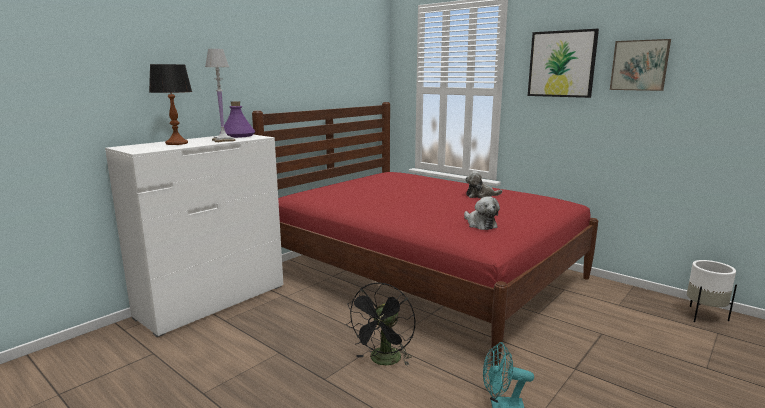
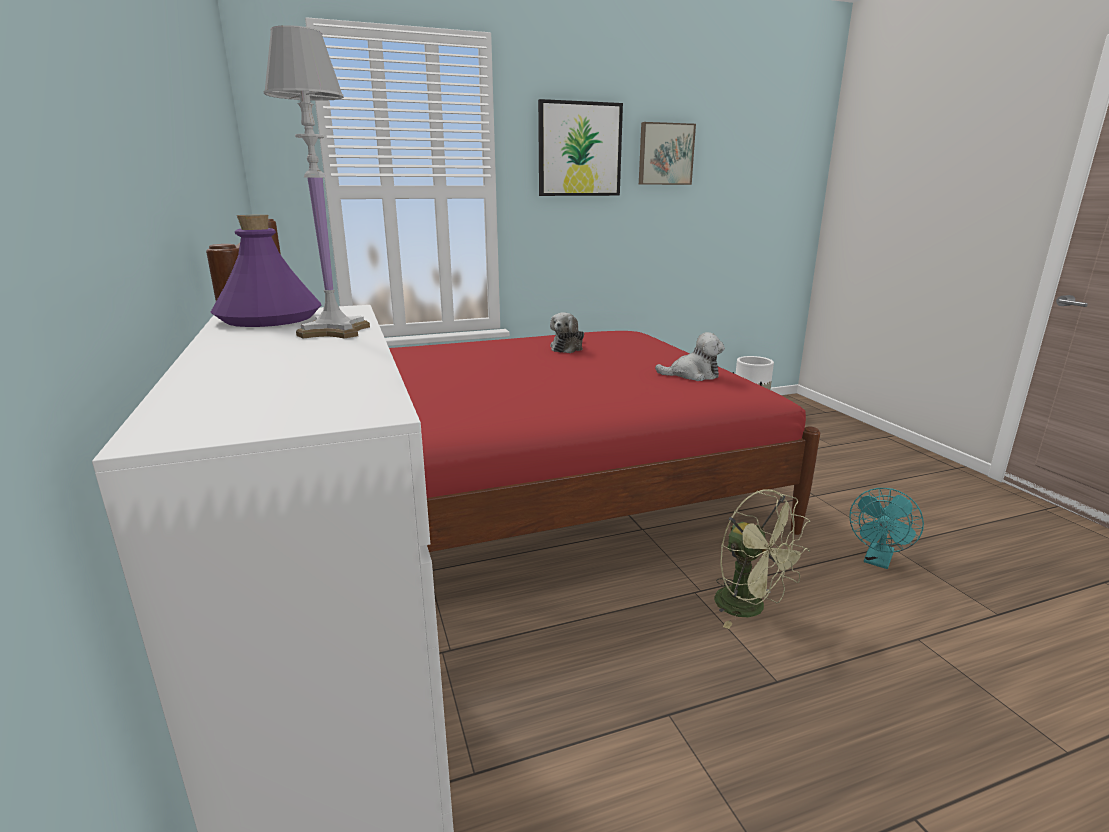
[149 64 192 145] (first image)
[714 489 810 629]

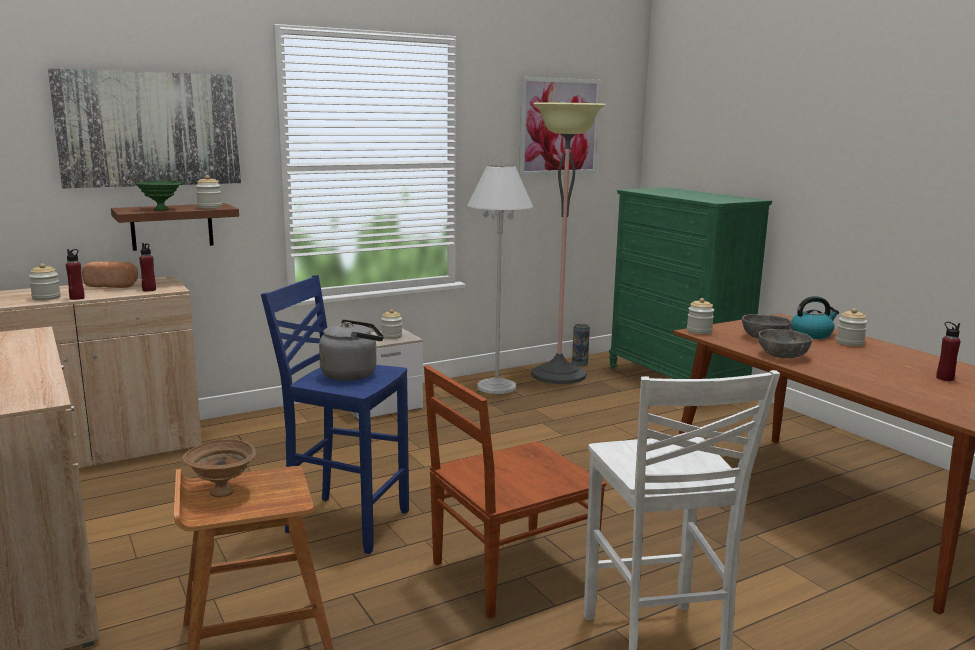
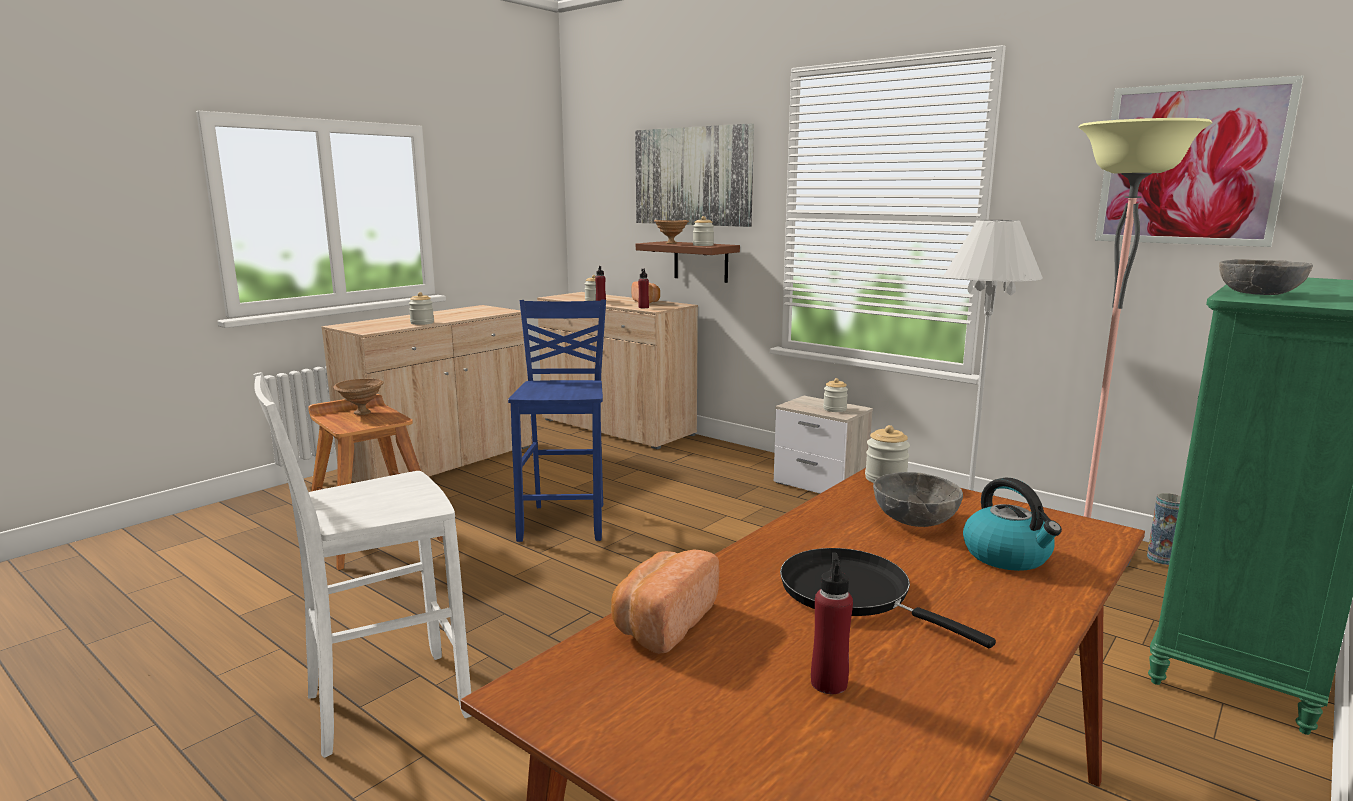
[319 320 384 381] (first image)
[424 365 606 619] (first image)
[611 549 719 654]
[780 548 996 648]
[1219 259 1313 295]
[409 292 434 325]
[654 220 689 244]

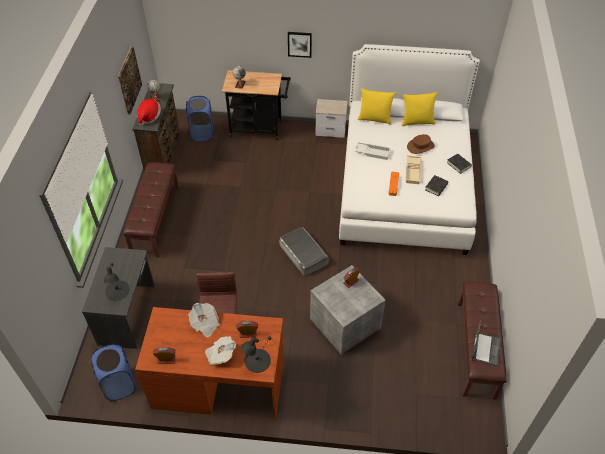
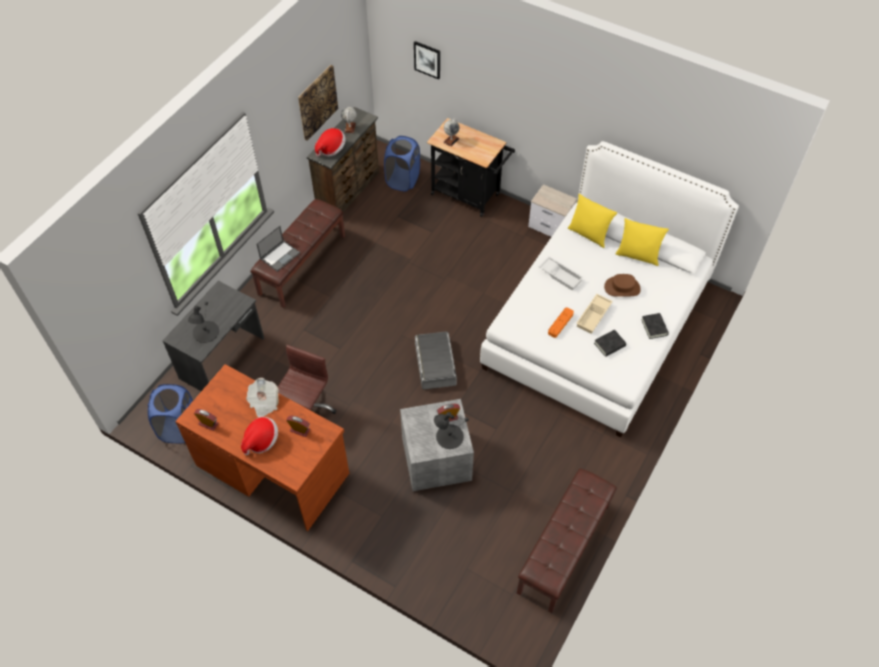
[434 412 469 449]
[414 41 440 80]
[257 226 300 272]
[241 417 278 455]

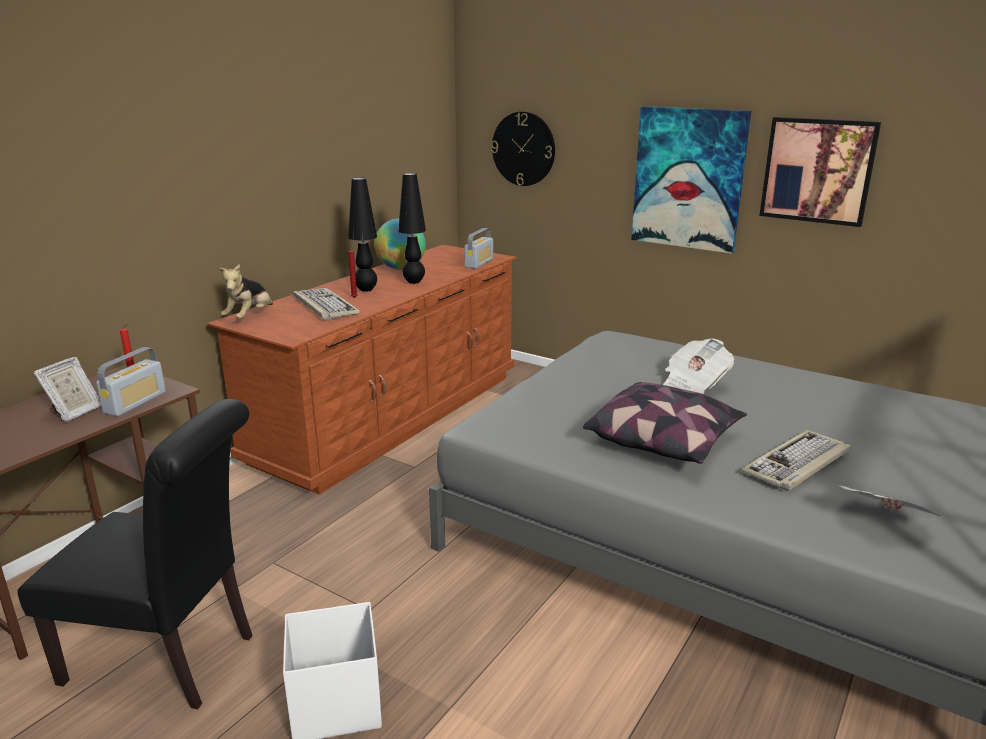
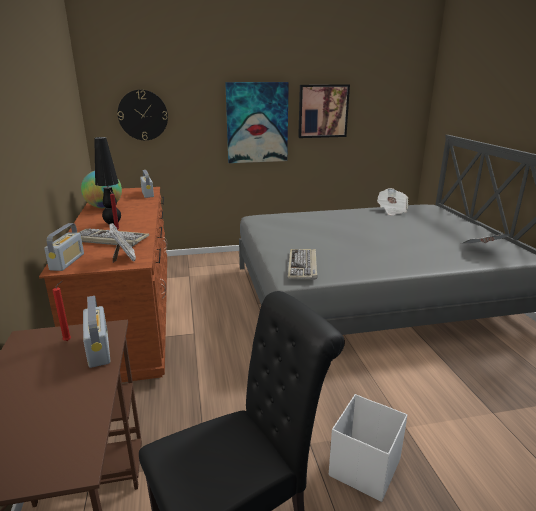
[398 173 426 284] (first image)
[583 382 747 464] (first image)
[109 223 136 263]
[377 188 408 215]
[288 249 317 280]
[44 223 84 271]

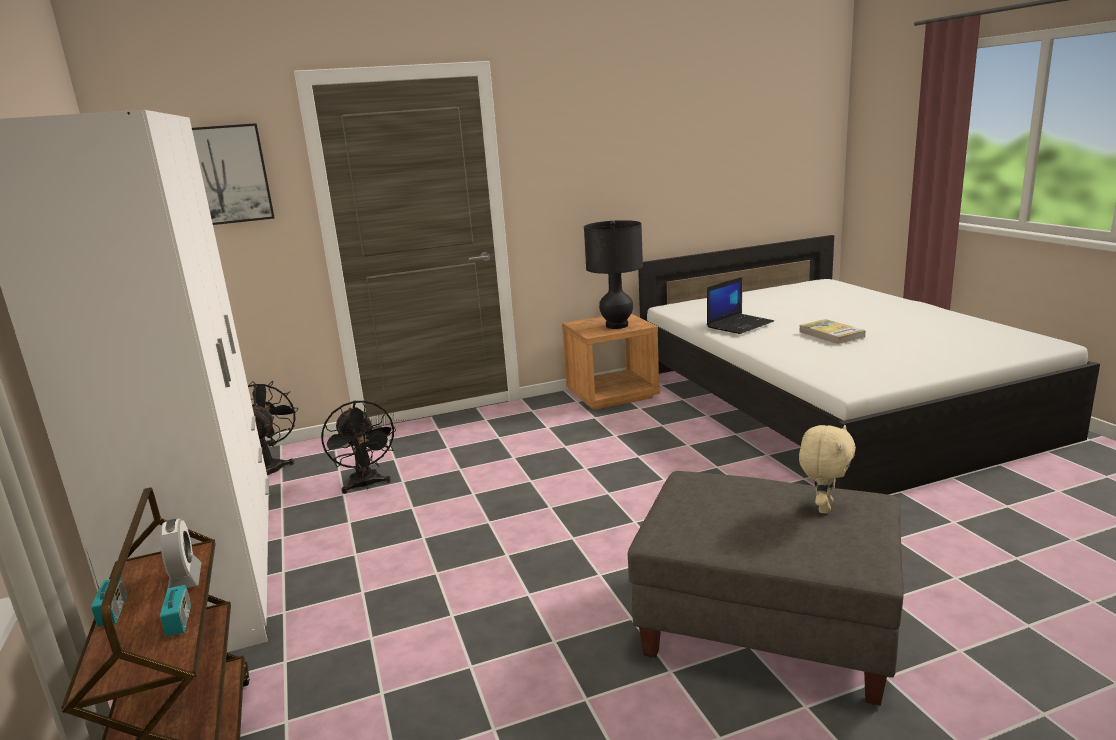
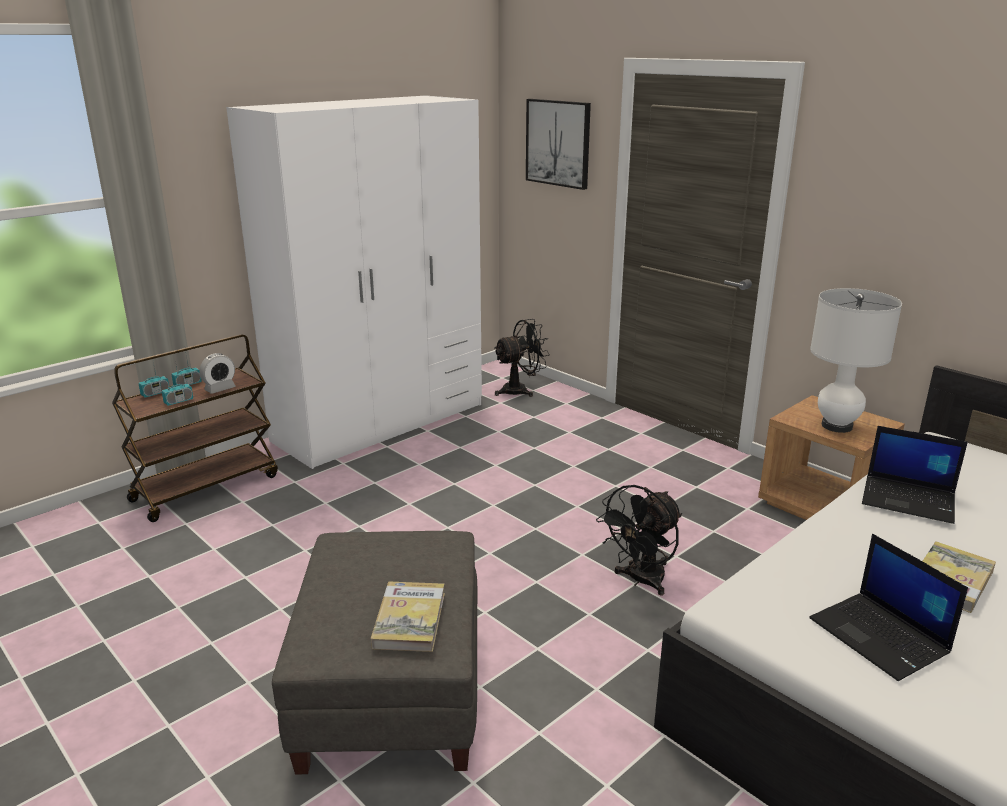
[139 362 169 398]
[809 534 968 681]
[596 485 682 596]
[371 582 445 652]
[810 288 902 433]

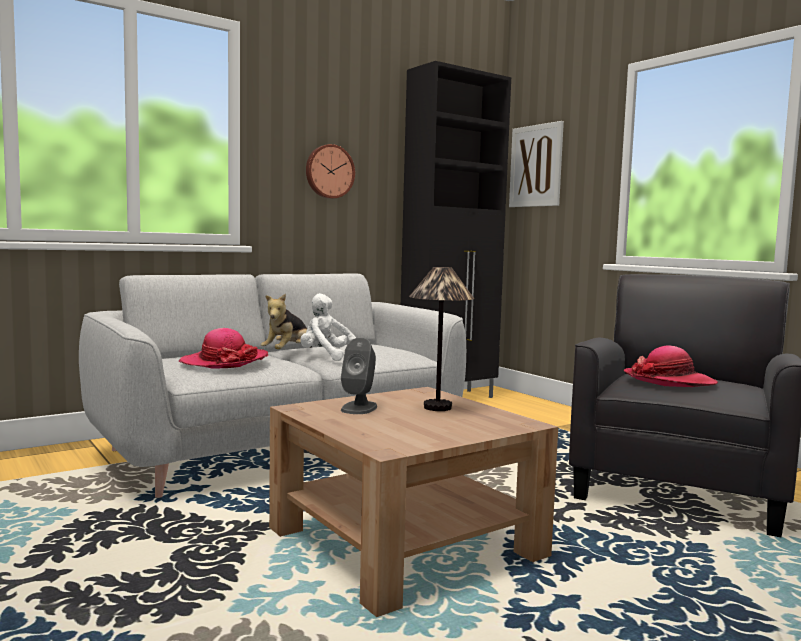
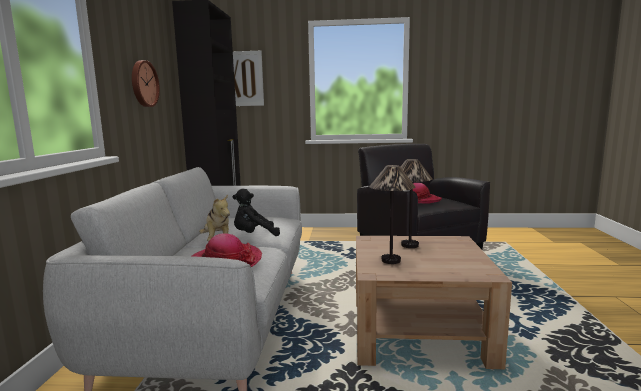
[369 165 415 264]
[232 189 280 236]

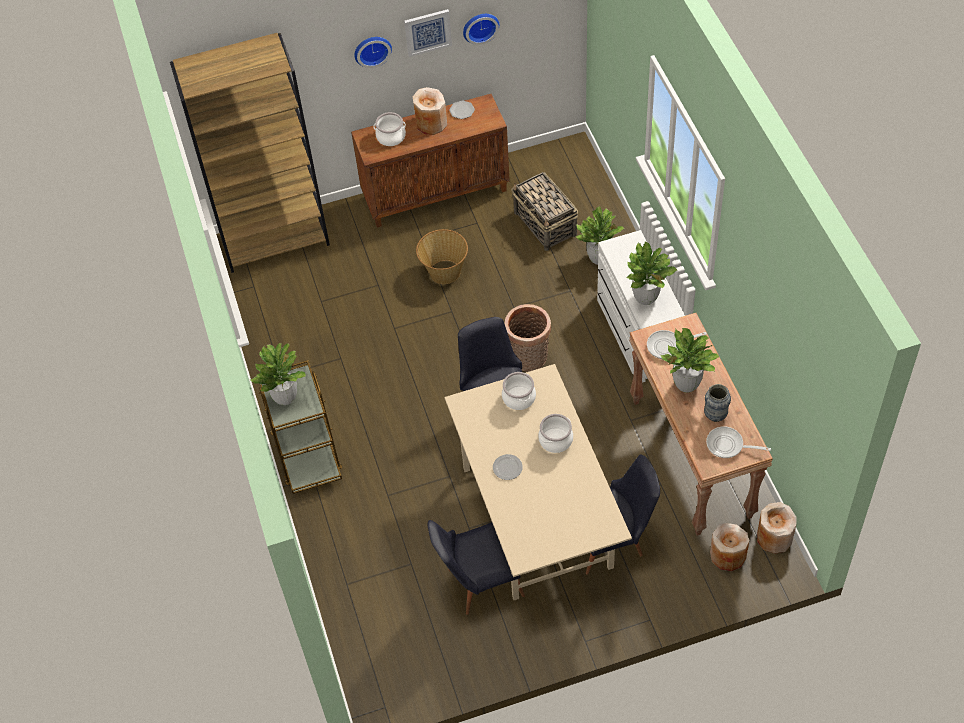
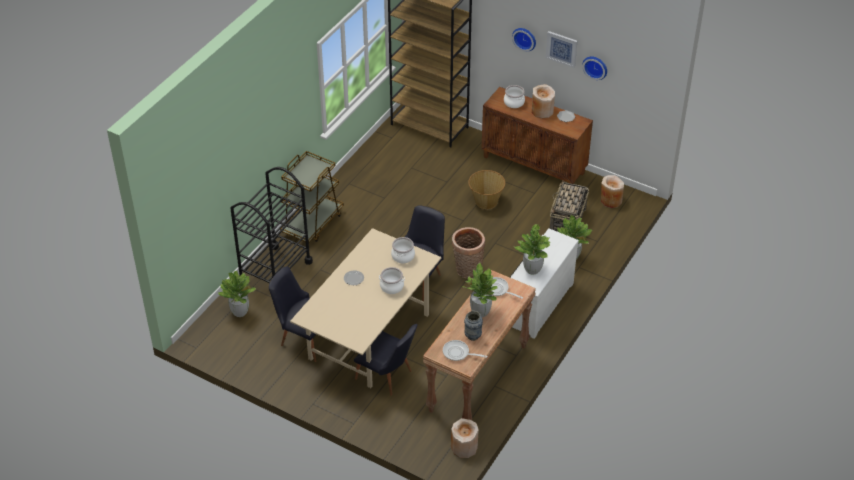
[230 167 313 283]
[218 270 257 317]
[601 175 624 208]
[443 340 488 361]

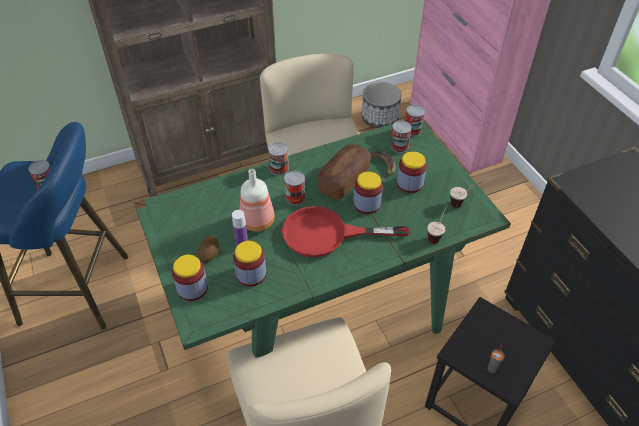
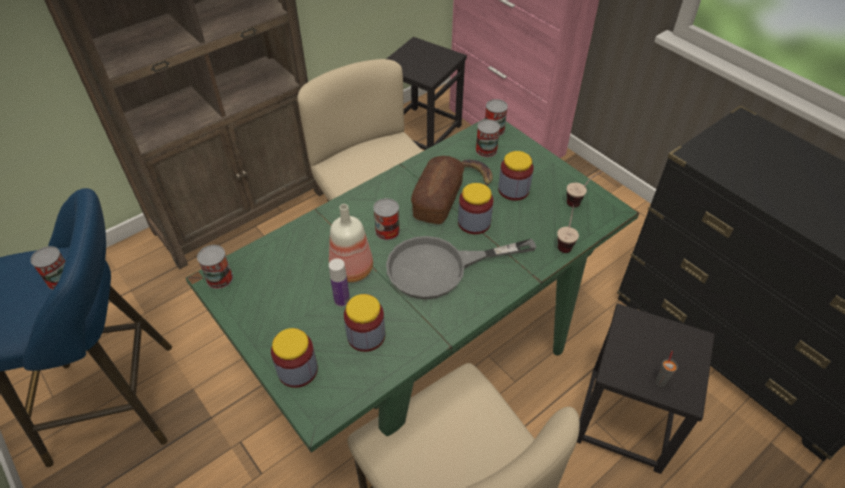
[198 236 219 263] (first image)
[197 245 233 289]
[387 37 467 150]
[386 236 536 299]

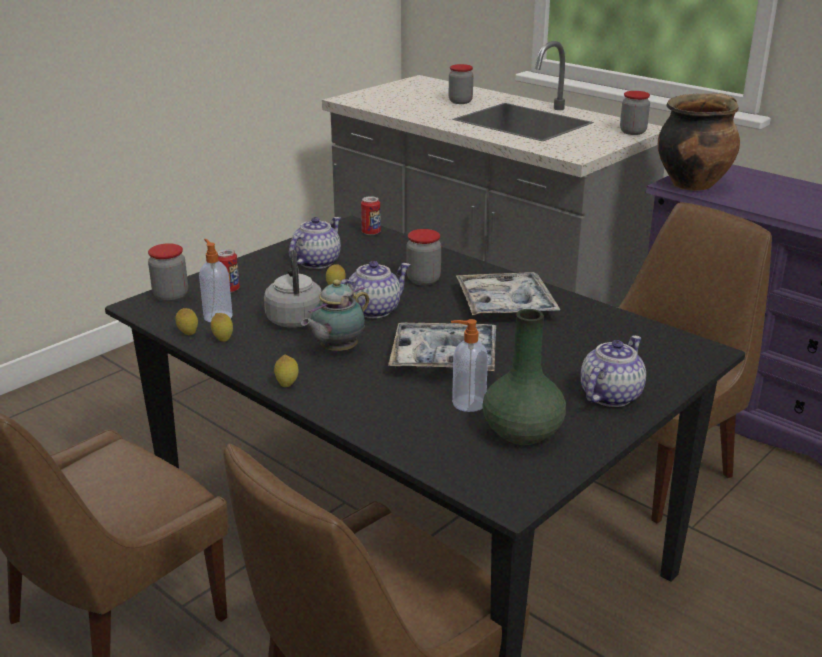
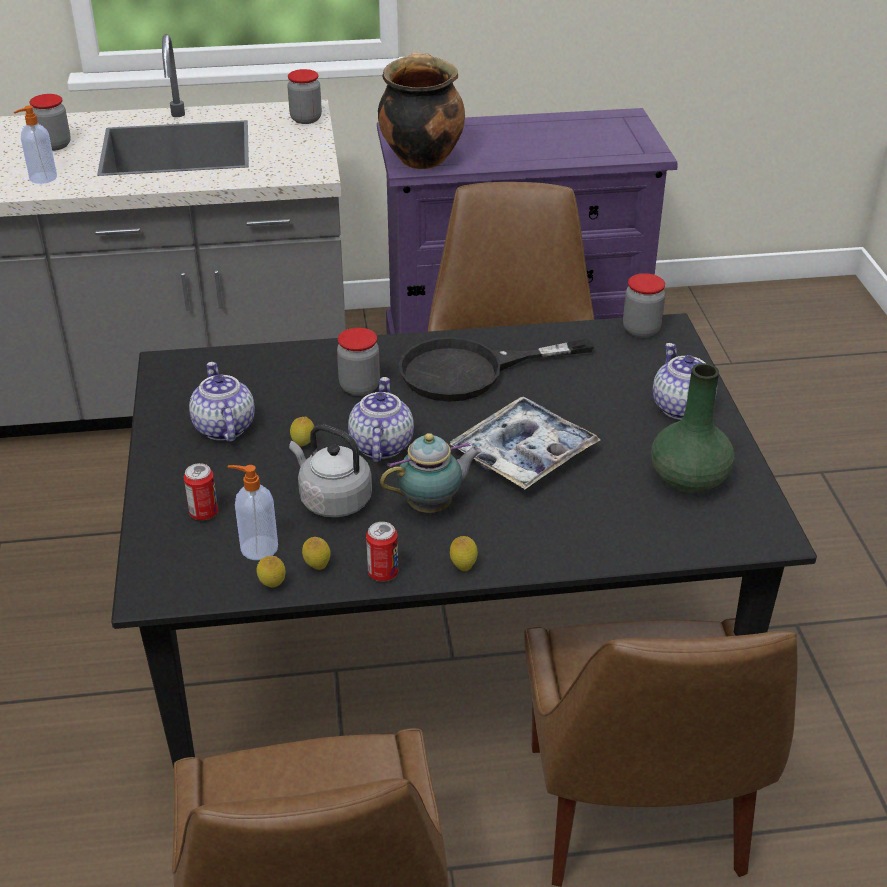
[623 273 665 338]
[366 522 398 581]
[14 105 57 184]
[399 337 594 402]
[380 433 482 513]

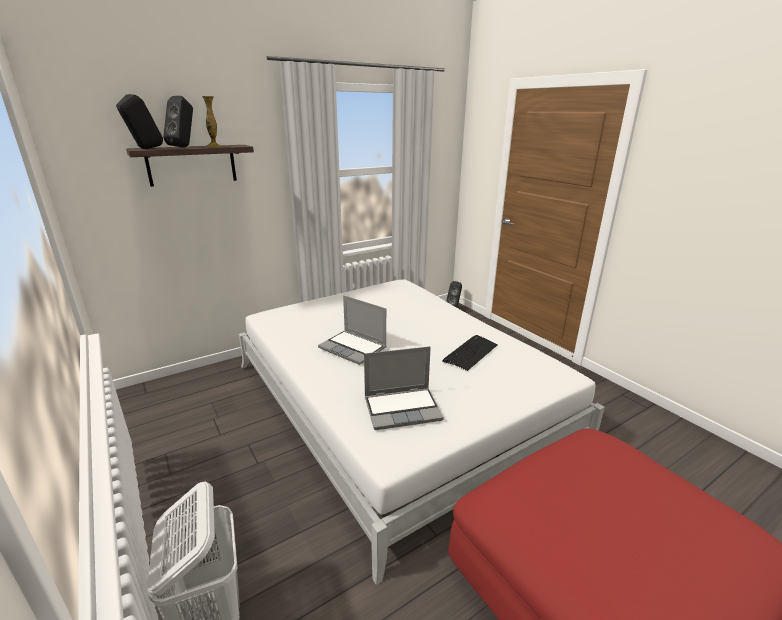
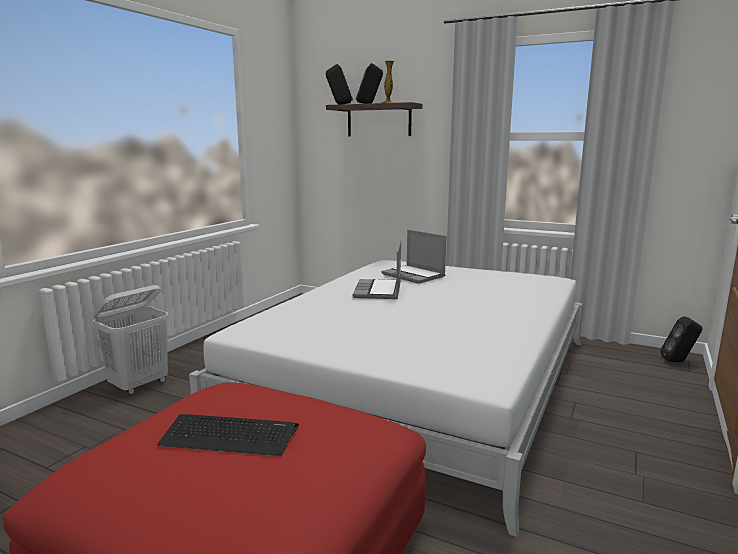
[381 230 446 284]
[157 414 299 456]

